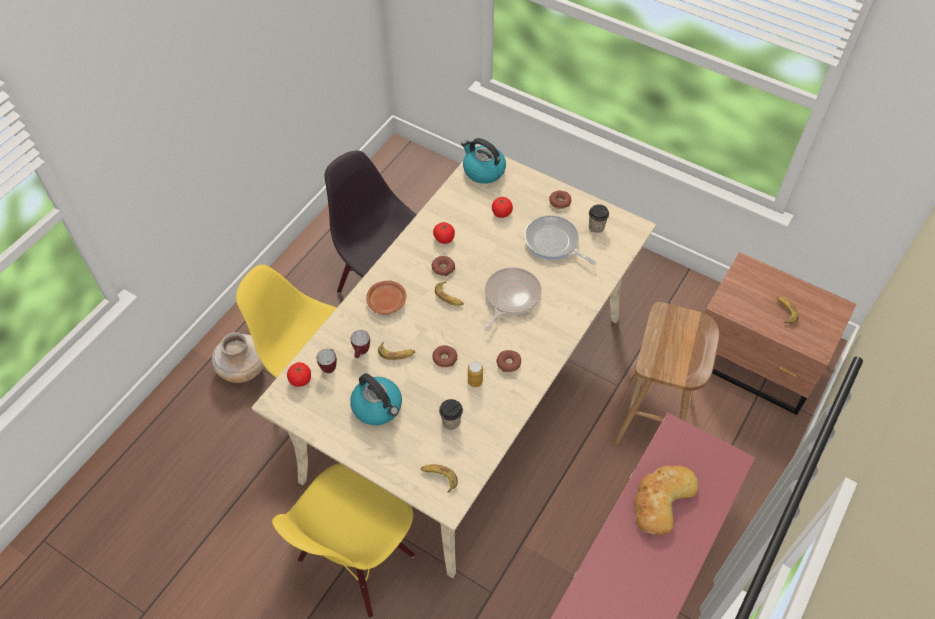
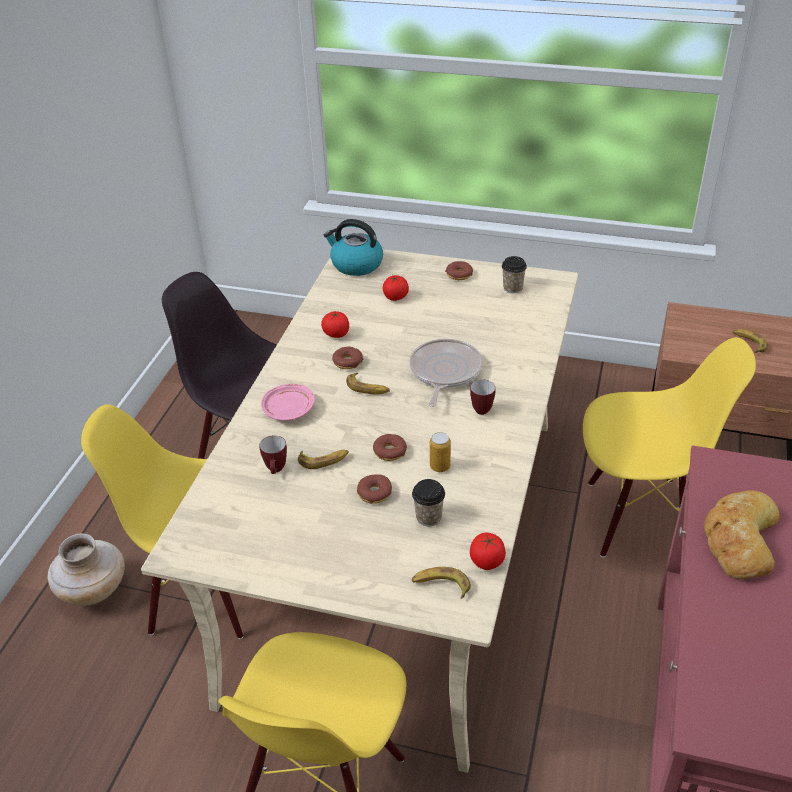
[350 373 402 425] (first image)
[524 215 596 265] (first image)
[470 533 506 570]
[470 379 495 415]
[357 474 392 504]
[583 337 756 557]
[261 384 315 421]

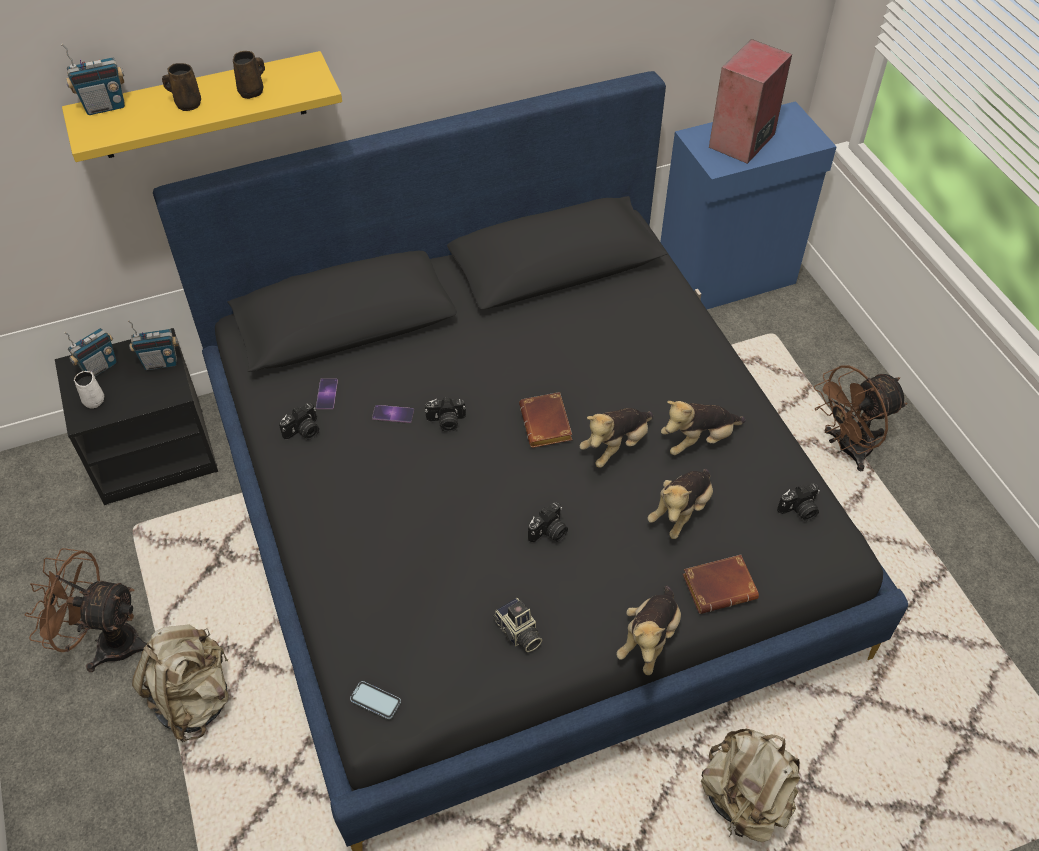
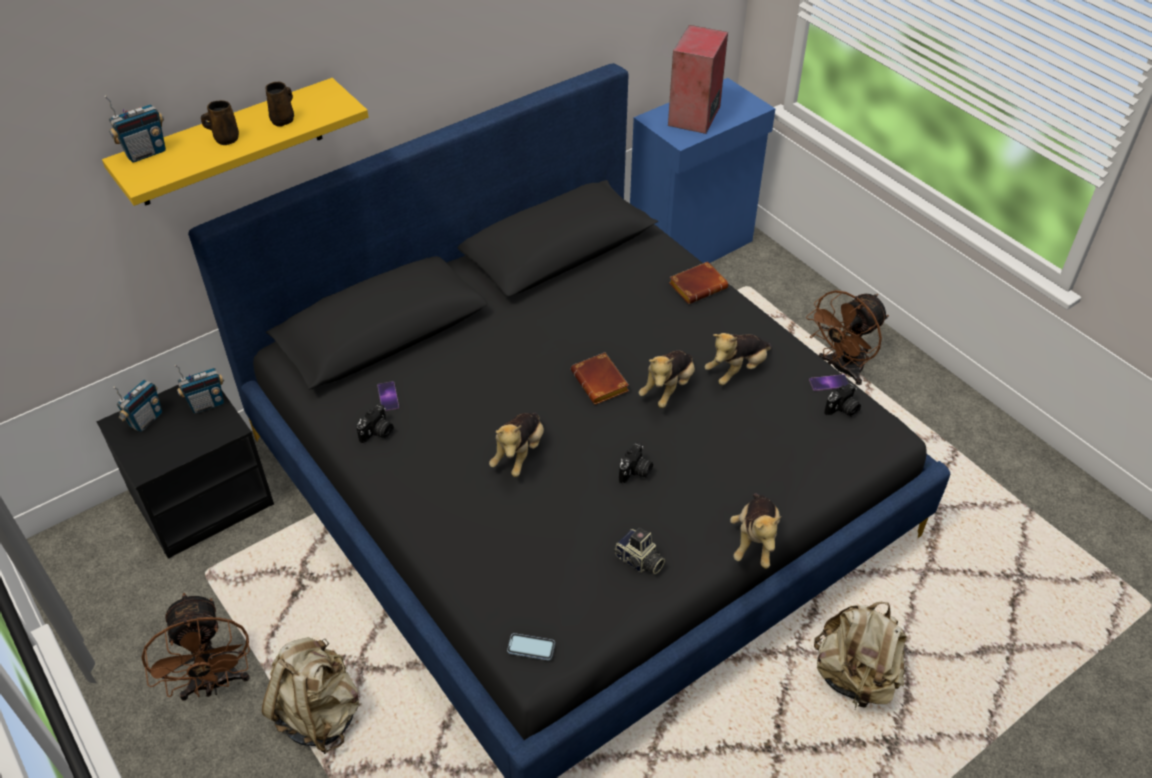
[74 371 104 409] (first image)
[425 397 466 432] (first image)
[809 374 849 391]
[489 413 544 477]
[669 262 728 304]
[141 593 250 700]

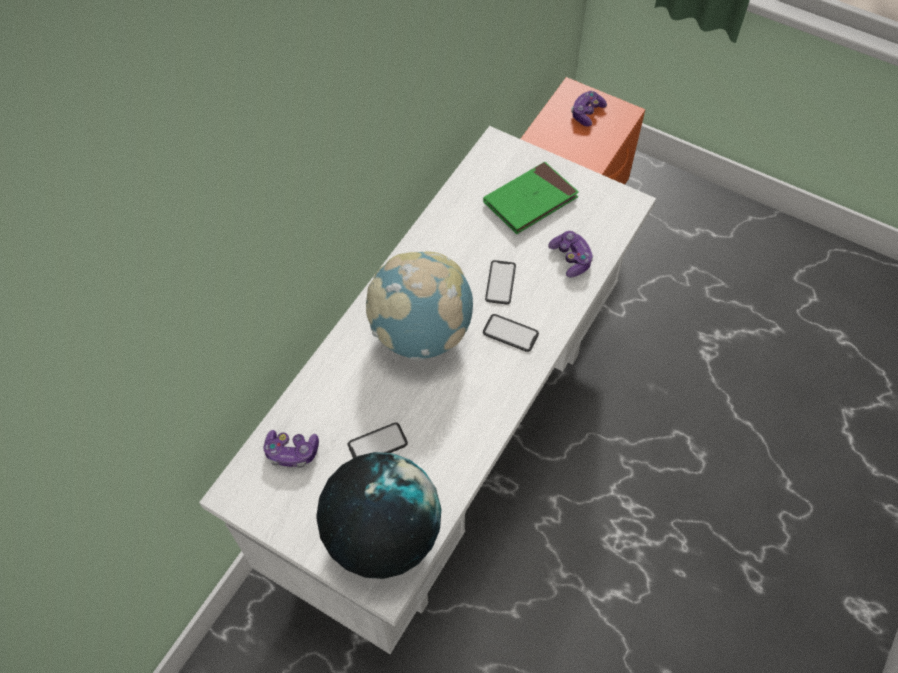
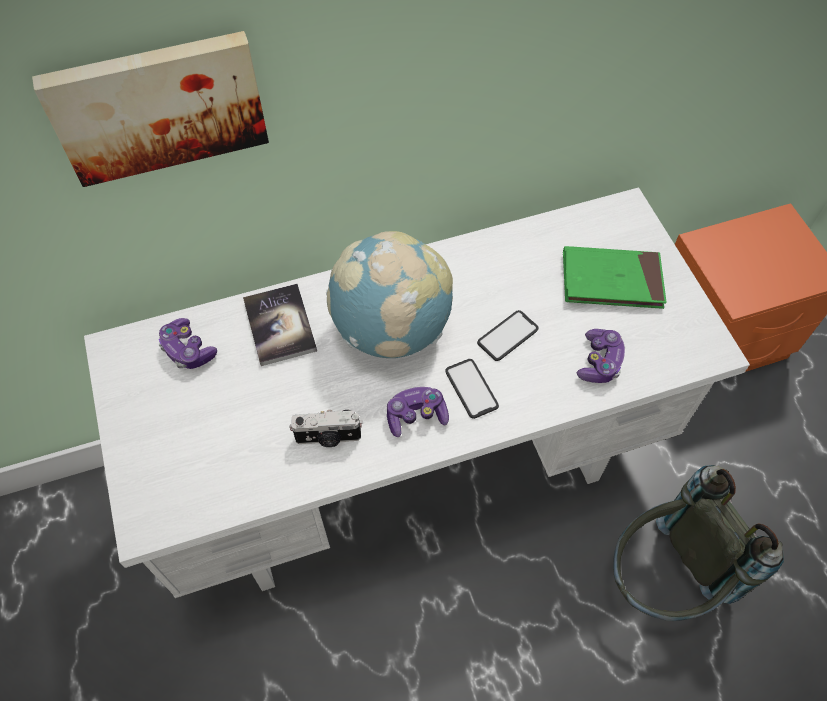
[316 452 441 579] (first image)
[348 423 408 458] (first image)
[32 31 269 187]
[243 284 317 366]
[290 410 363 447]
[613 465 784 621]
[387 387 449 437]

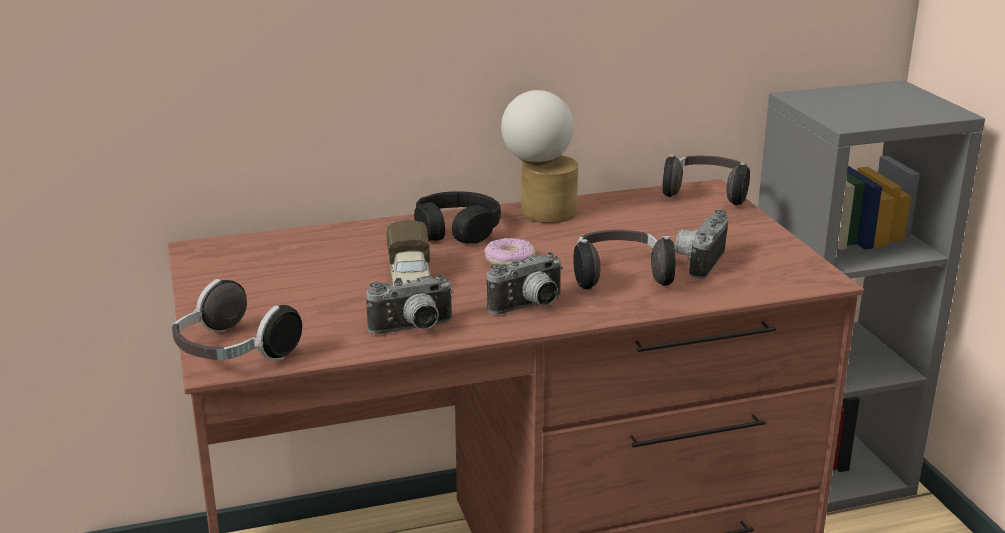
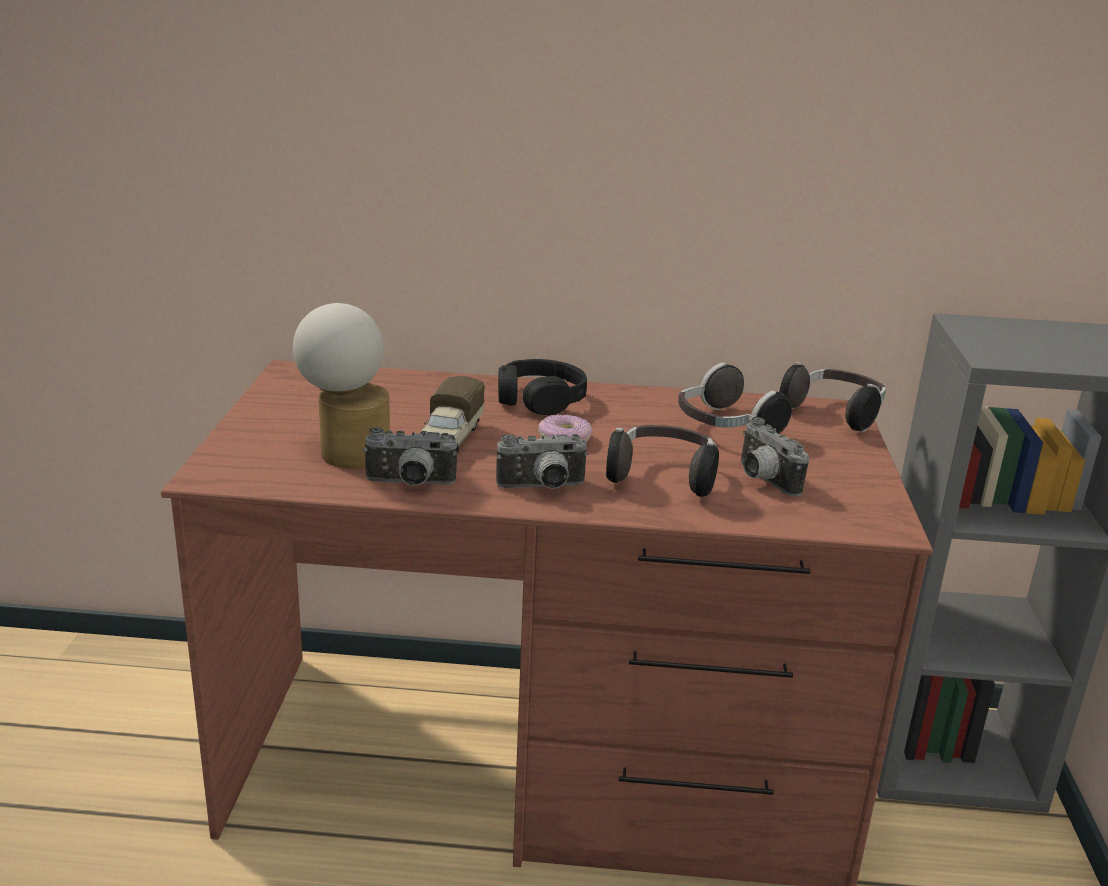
[678 362 792 434]
[293 303 390 469]
[741 417 809 497]

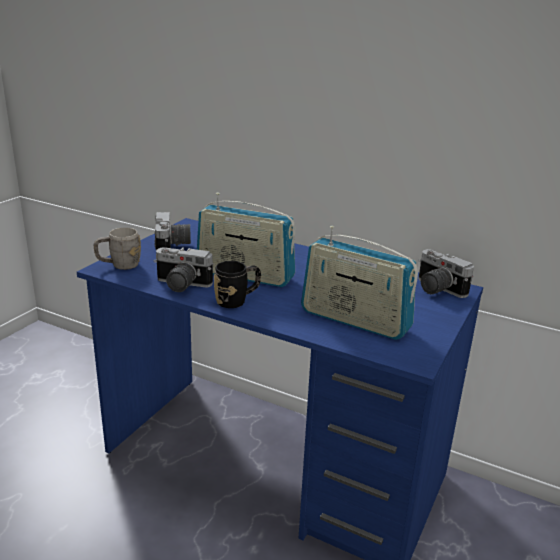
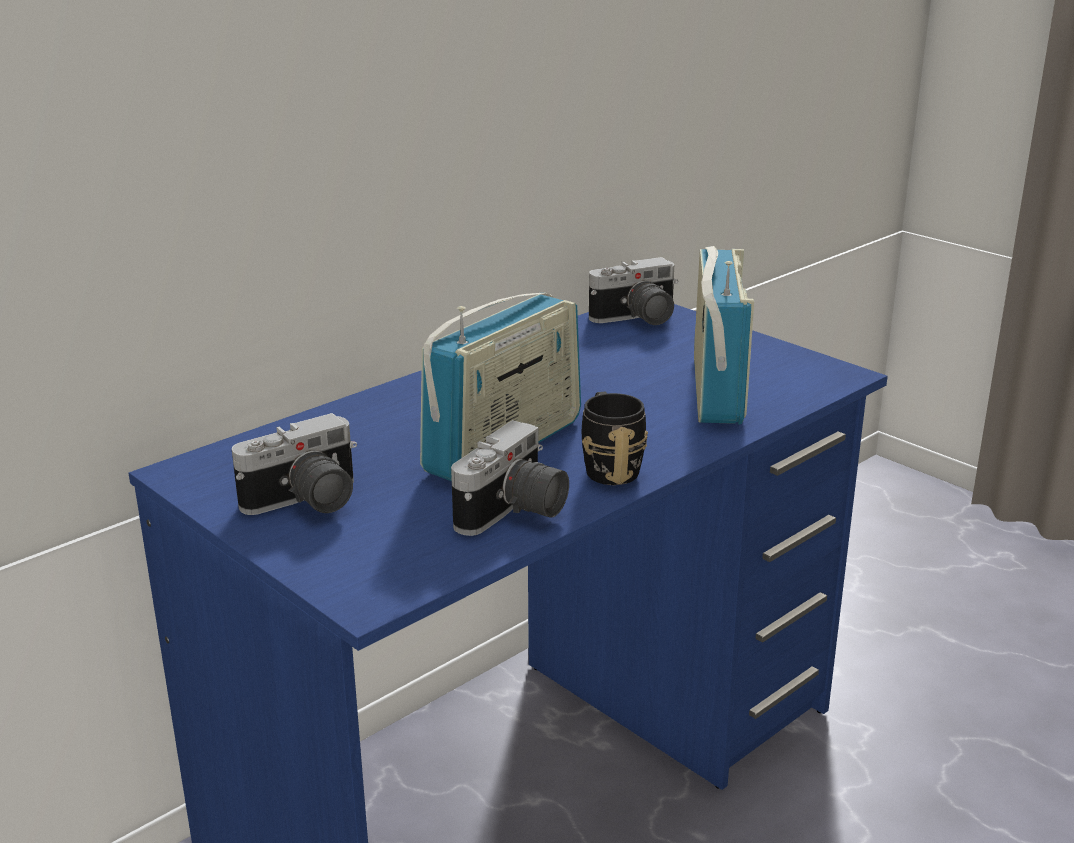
[94 227 141 270] (first image)
[232 413 357 515]
[694 246 754 425]

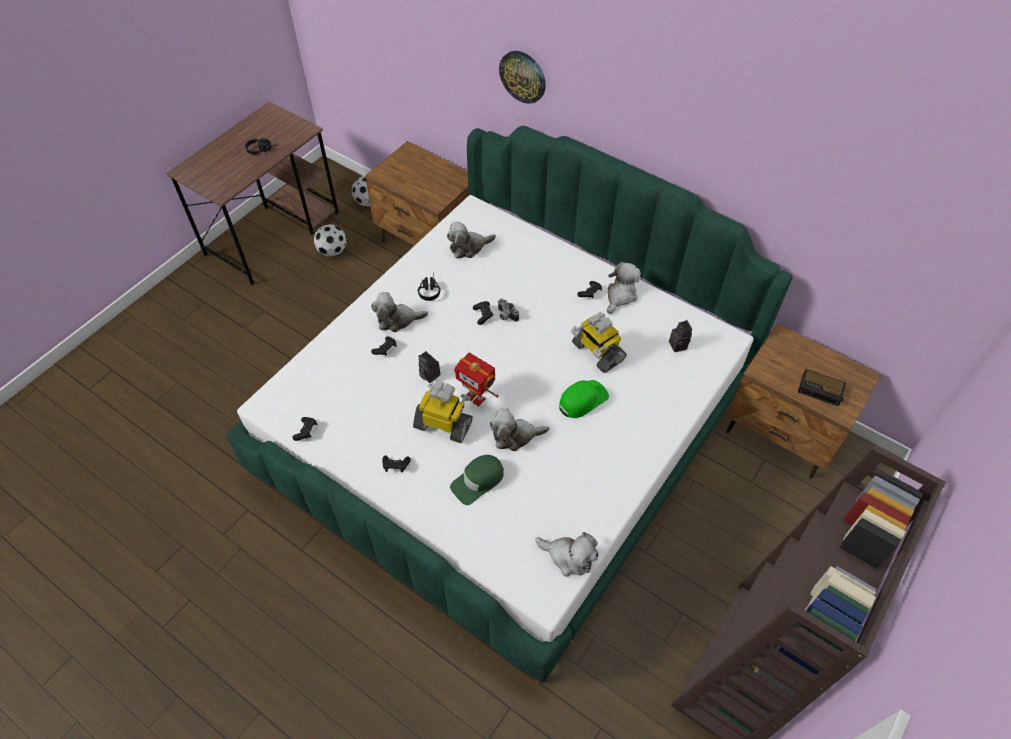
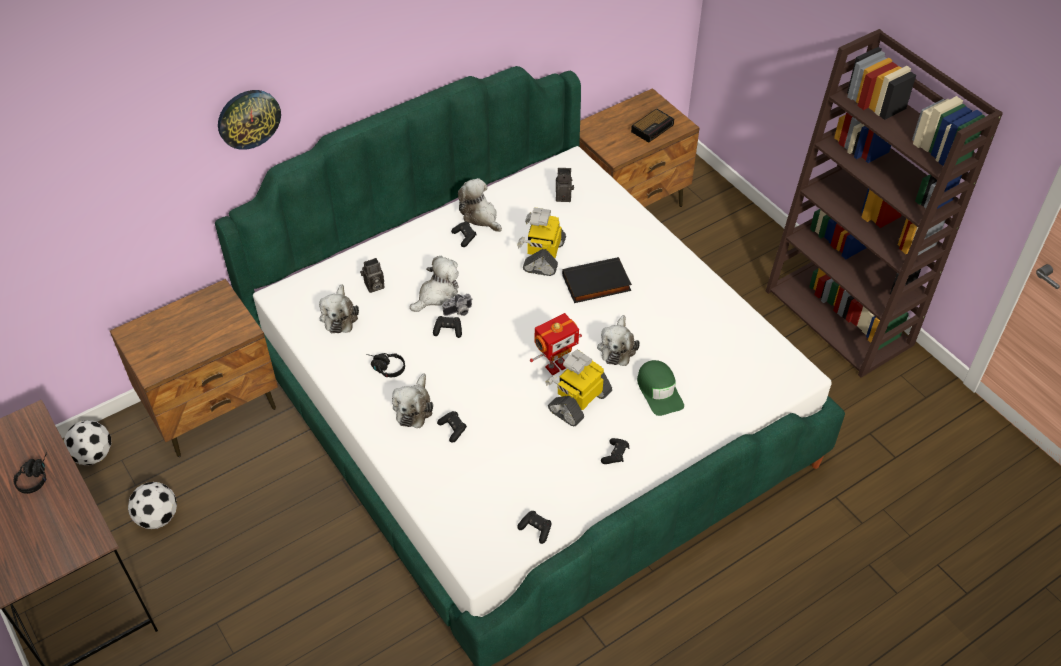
[360 258 385 293]
[410 256 459 312]
[562 257 632 303]
[517 207 566 276]

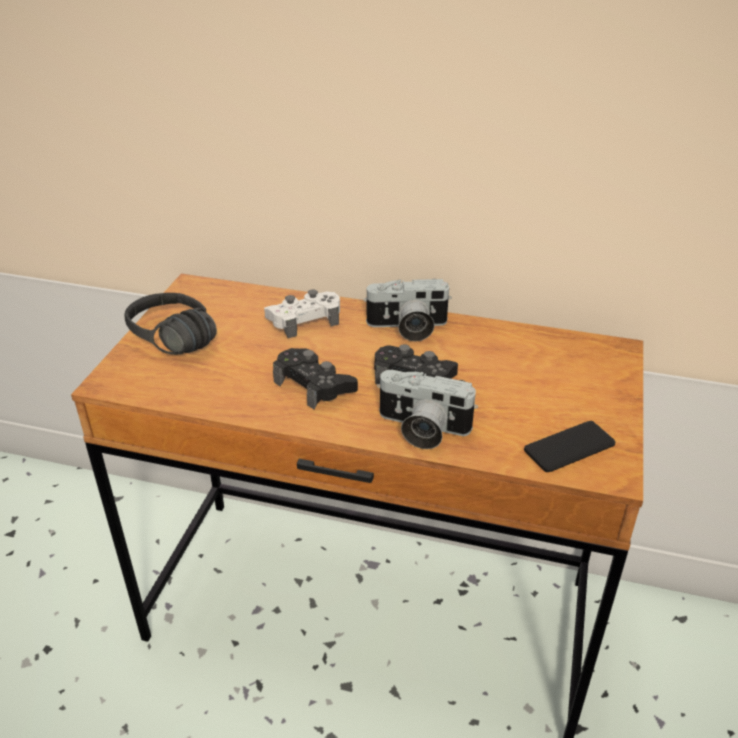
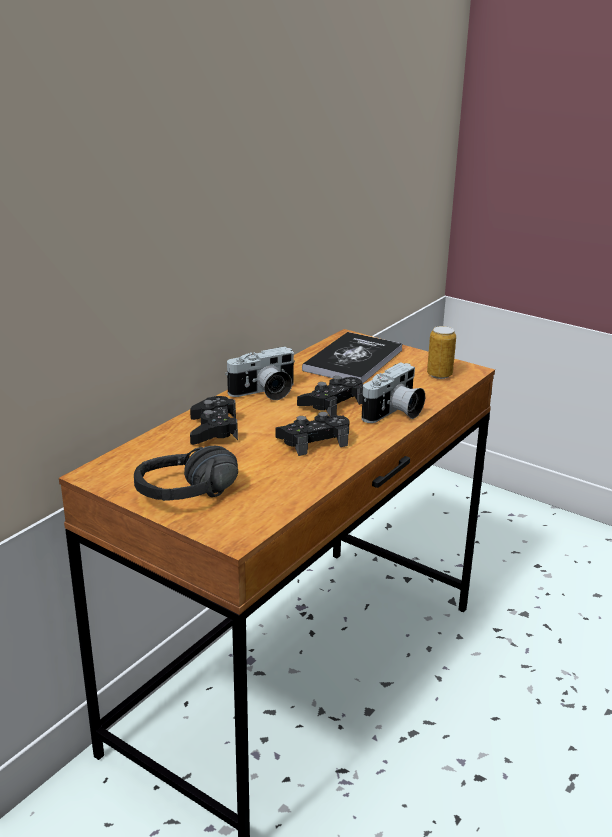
[302 332 402 384]
[427 326 456 379]
[190 396 238 445]
[225 347 295 400]

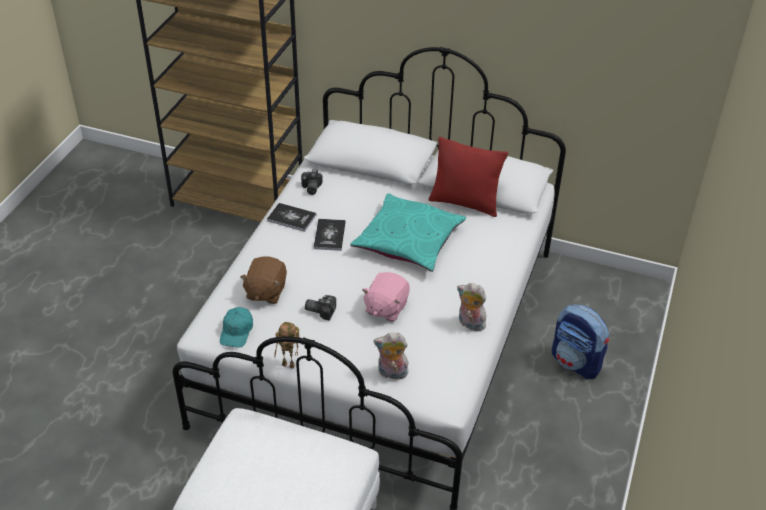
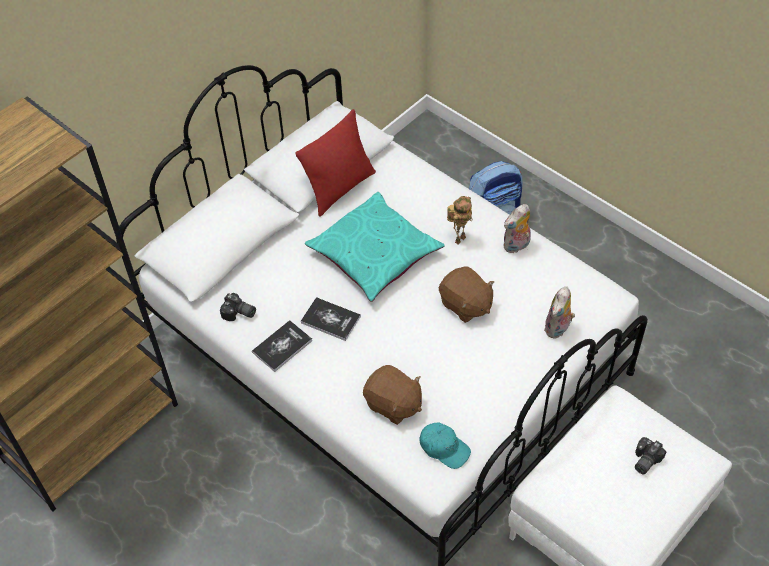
[447 196 473 245]
[635 437 666 475]
[439 266 495 323]

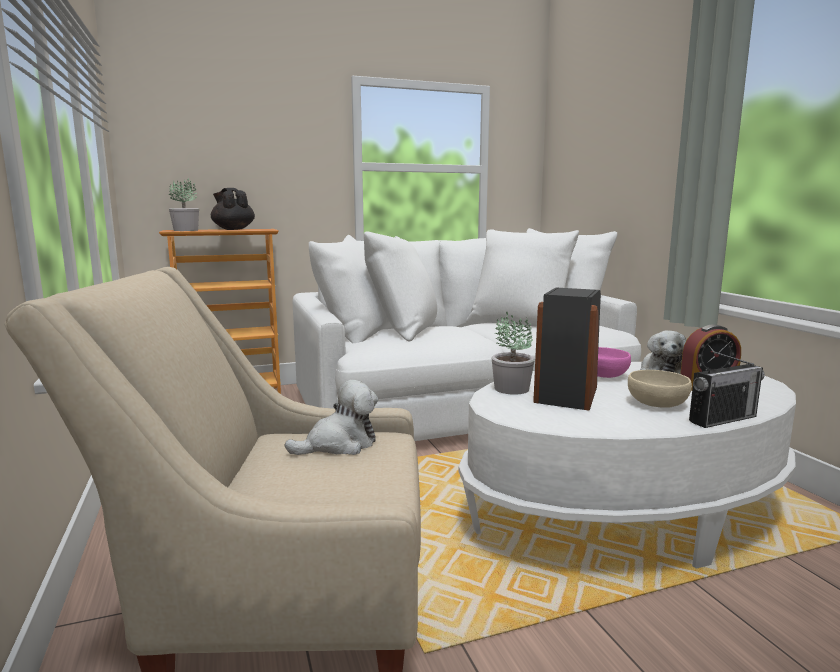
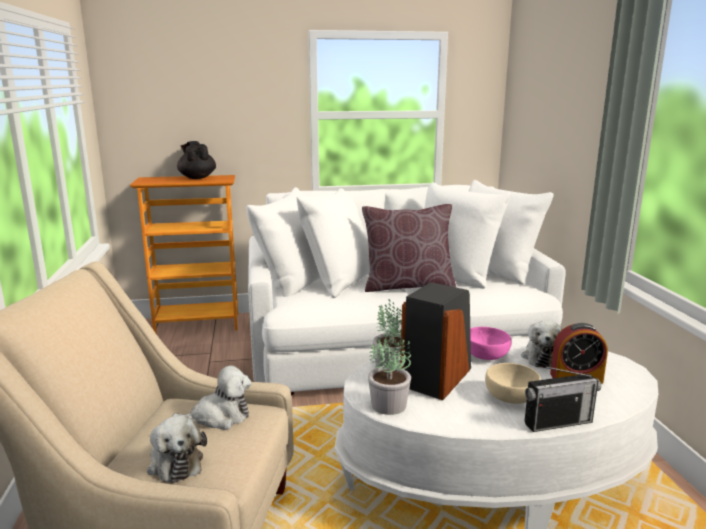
[147 415 207 483]
[362 204 456 292]
[368 332 411 415]

